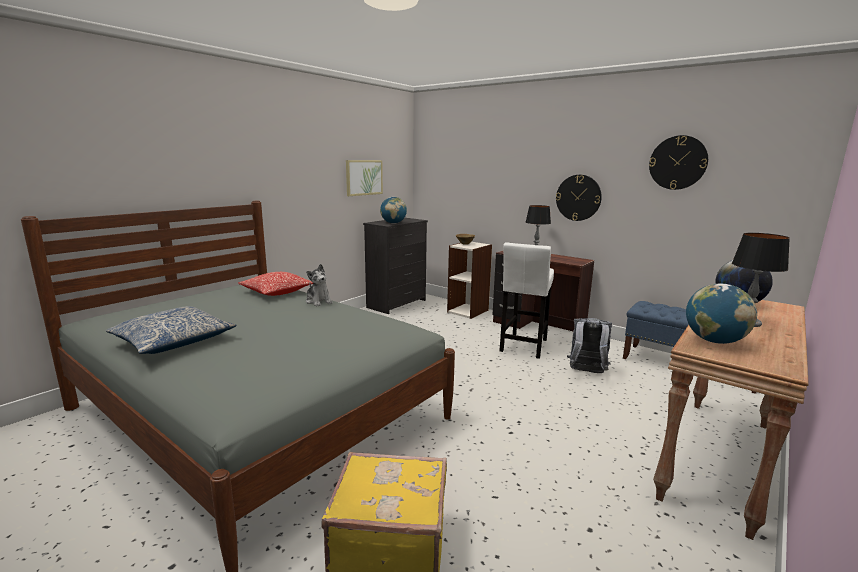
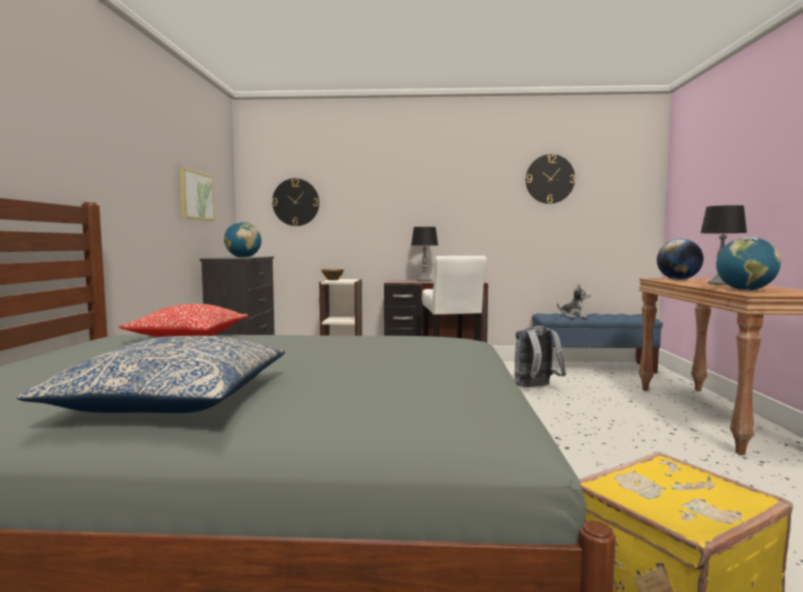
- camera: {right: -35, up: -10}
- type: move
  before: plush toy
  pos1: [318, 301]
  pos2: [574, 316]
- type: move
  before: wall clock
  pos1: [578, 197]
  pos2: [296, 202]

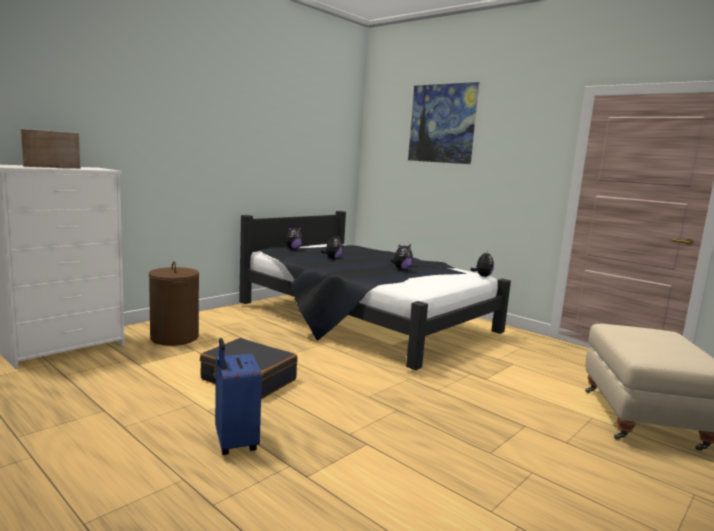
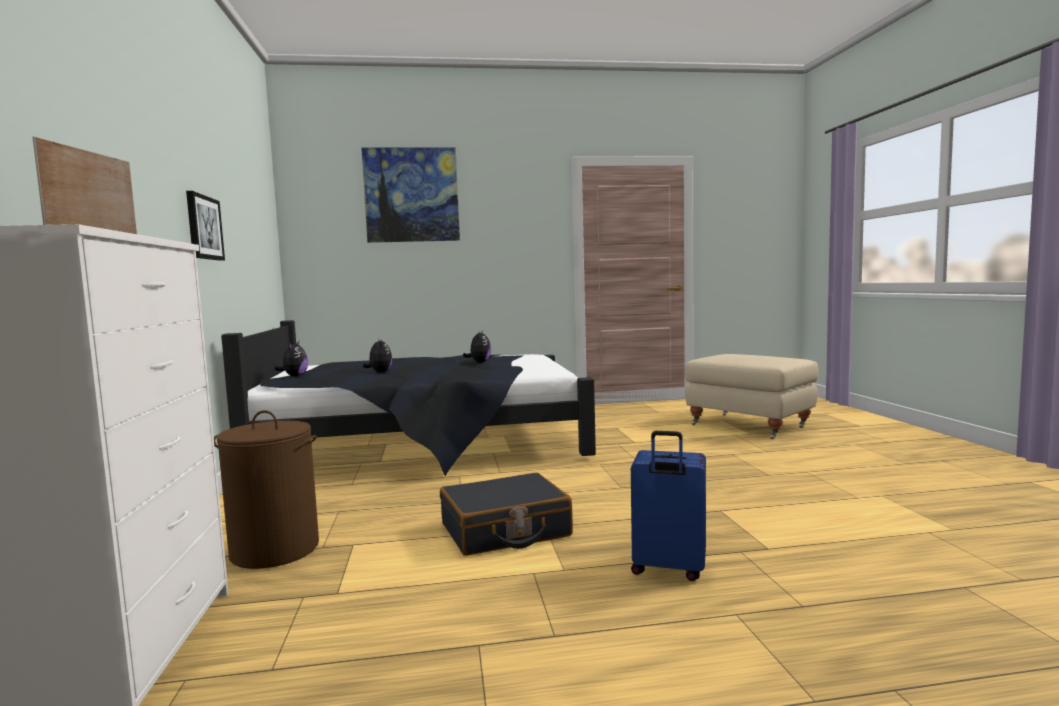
- camera: {right: -50, up: -5}
- type: delete
  before: plush toy
  pos1: [482, 276]
- type: insert
  after: picture
  pos2: [203, 227]

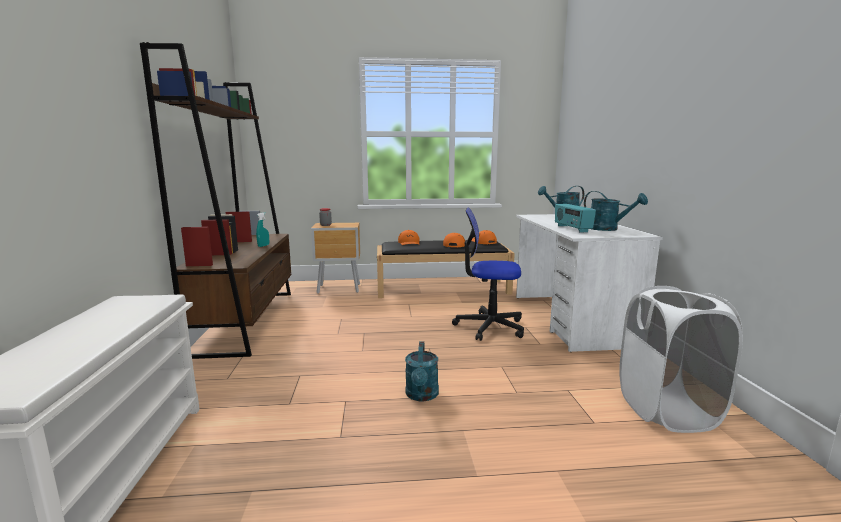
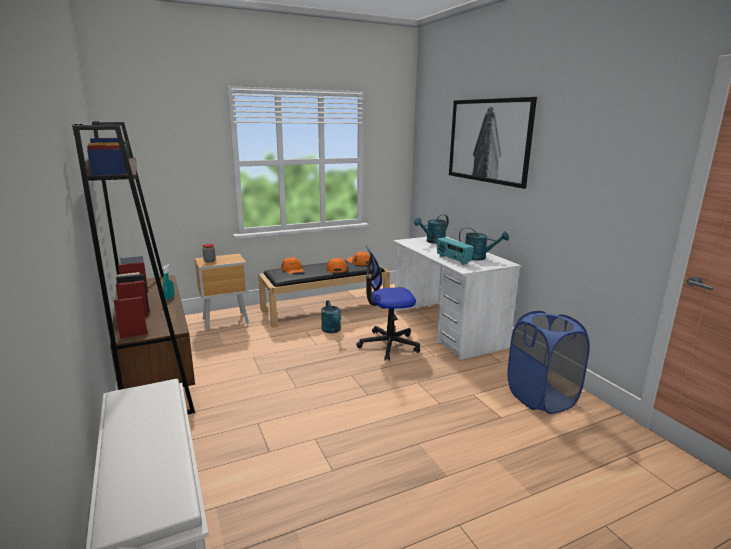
- camera: {right: -20, up: 5}
- type: insert
  after: picture
  pos2: [489, 141]
- type: move
  before: watering can (turquoise)
  pos1: [422, 396]
  pos2: [332, 330]
- type: recolor
  before: laundry basket (white)
  after: laundry basket (blue)
  pos1: [667, 410]
  pos2: [541, 398]

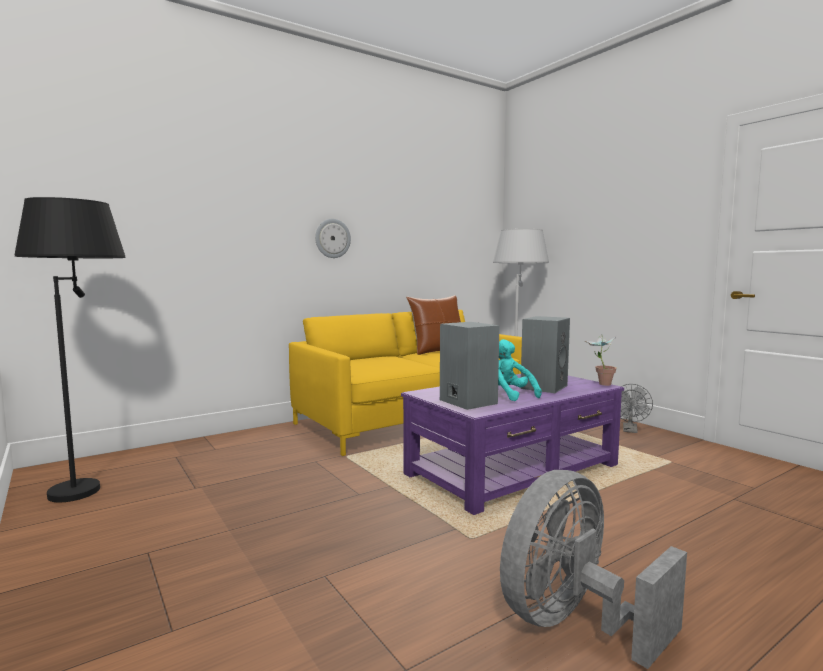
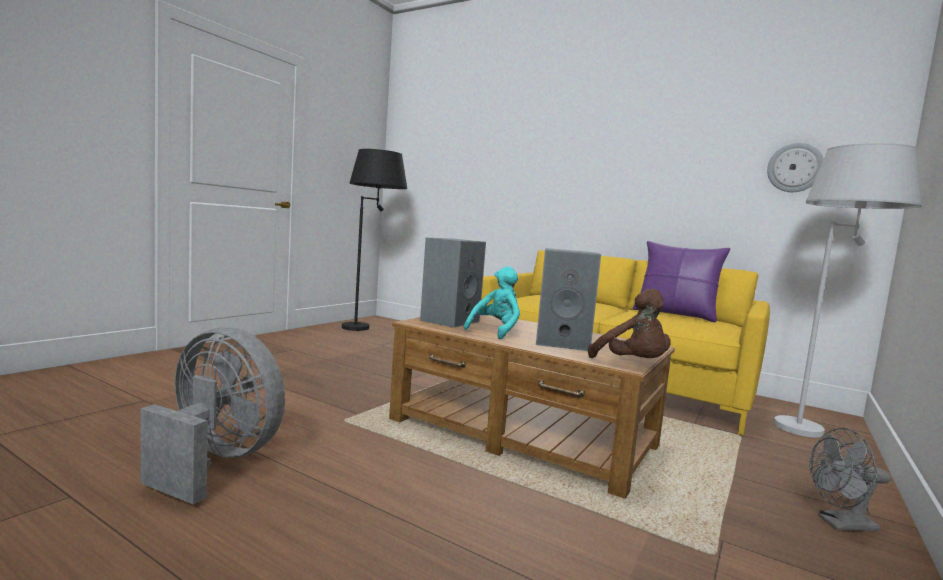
- camera: {right: 65, up: 0}
- type: move
  before: wall clock
  pos1: [332, 238]
  pos2: [795, 168]
- type: replace
  before: potted plant
  after: plush toy (brown)
  pos1: [600, 384]
  pos2: [633, 365]
- type: recolor
  before: coffee table (purple)
  after: coffee table (brown)
  pos1: [514, 470]
  pos2: [522, 434]
- type: recolor
  before: pillow (brown)
  after: pillow (purple)
  pos1: [437, 351]
  pos2: [675, 314]

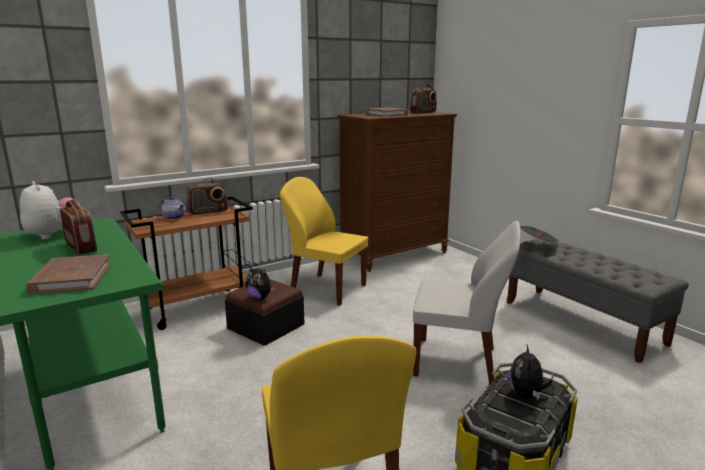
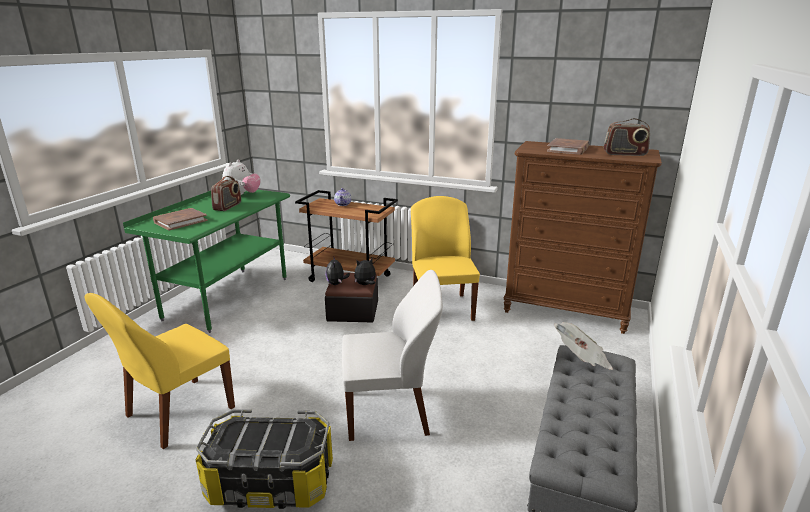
- camera: {right: 55, up: 5}
- type: delete
  before: radio
  pos1: [208, 212]
- type: move
  before: plush toy
  pos1: [526, 395]
  pos2: [365, 285]
- type: rotate
  before: chair (white)
  pos1: [458, 362]
  pos2: [390, 413]
  turn: -75

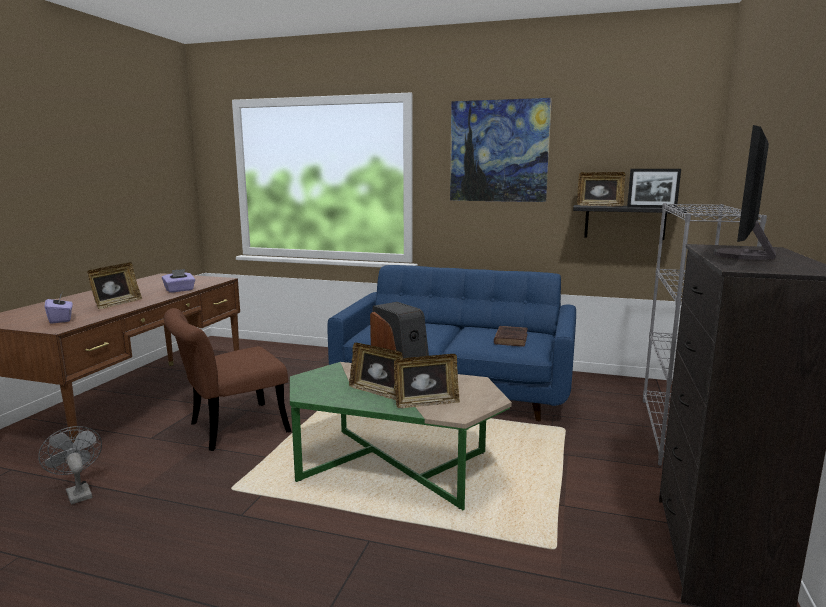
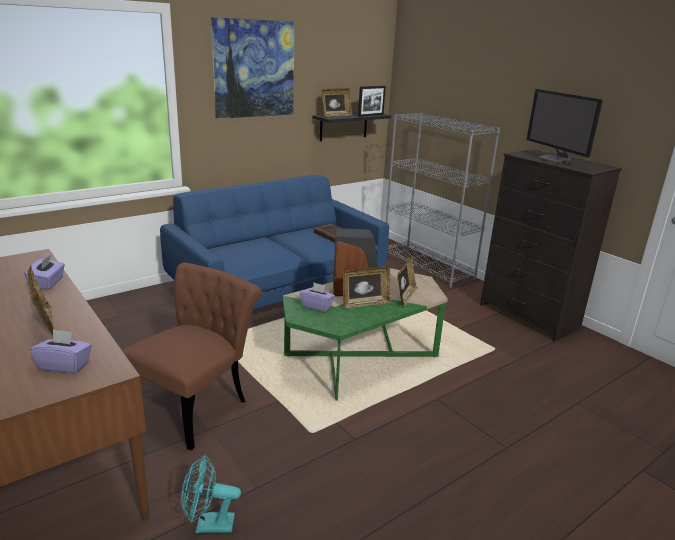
- camera: {right: -55, up: 10}
- type: insert
  after: tissue box (purple)
  pos2: [317, 306]
- type: recolor
  before: fan (grey)
  after: fan (turquoise)
  pos1: [77, 492]
  pos2: [208, 525]
- type: rotate
  before: chair (brown)
  pos1: [230, 429]
  pos2: [197, 404]
  turn: -150

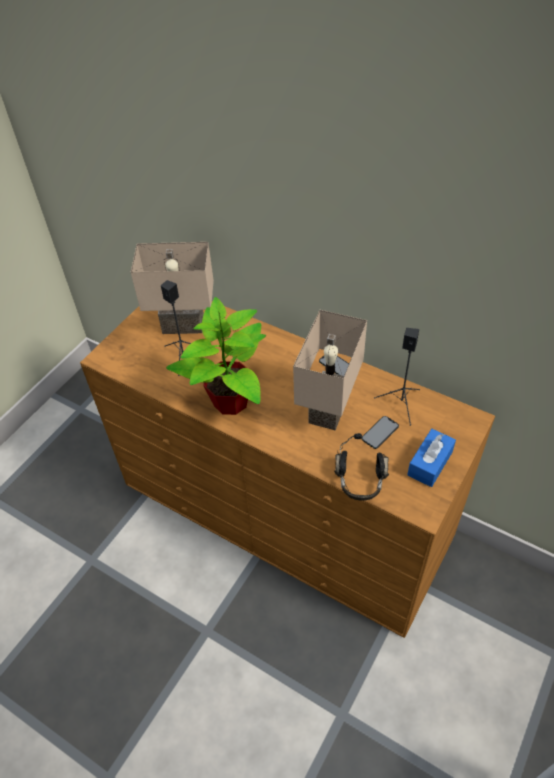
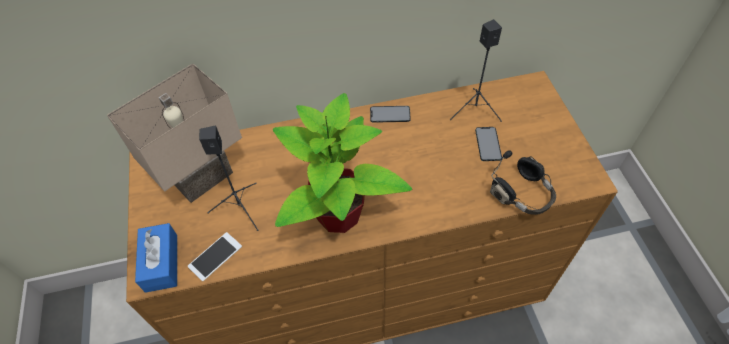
- camera: {right: -45, up: 5}
- type: delete
  before: table lamp (beige)
  pos1: [330, 411]
- type: insert
  after: phone
  pos2: [215, 256]
- type: move
  before: tissue box (blue)
  pos1: [430, 463]
  pos2: [161, 263]

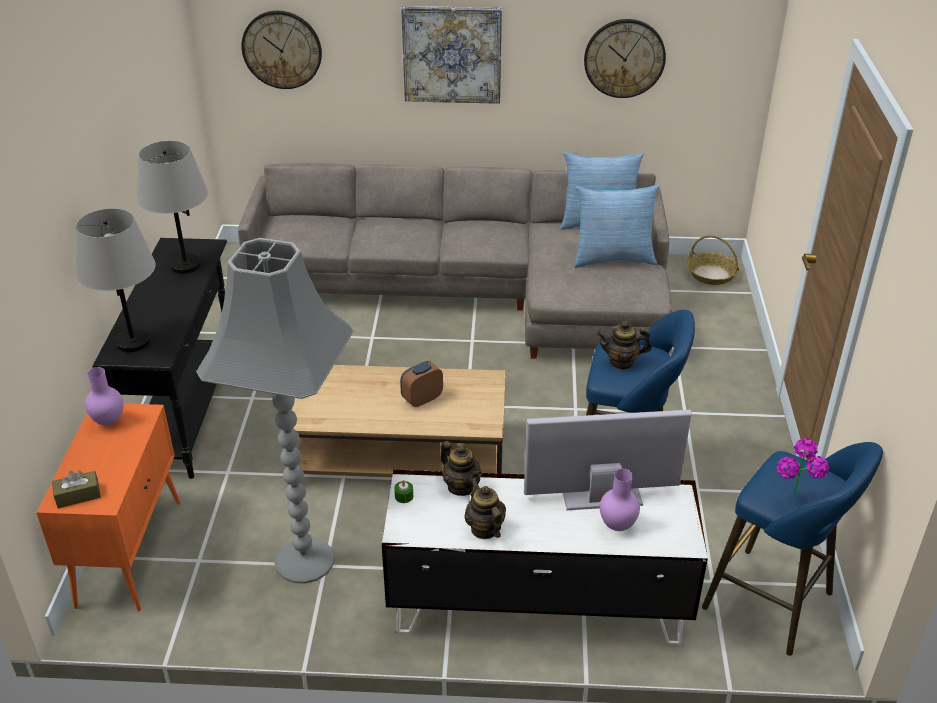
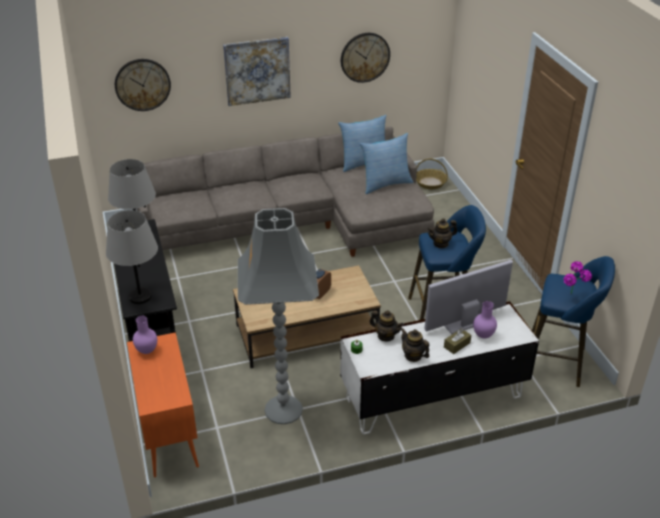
- camera: {right: -20, up: 0}
- type: move
  before: tissue box (brown)
  pos1: [78, 496]
  pos2: [457, 345]

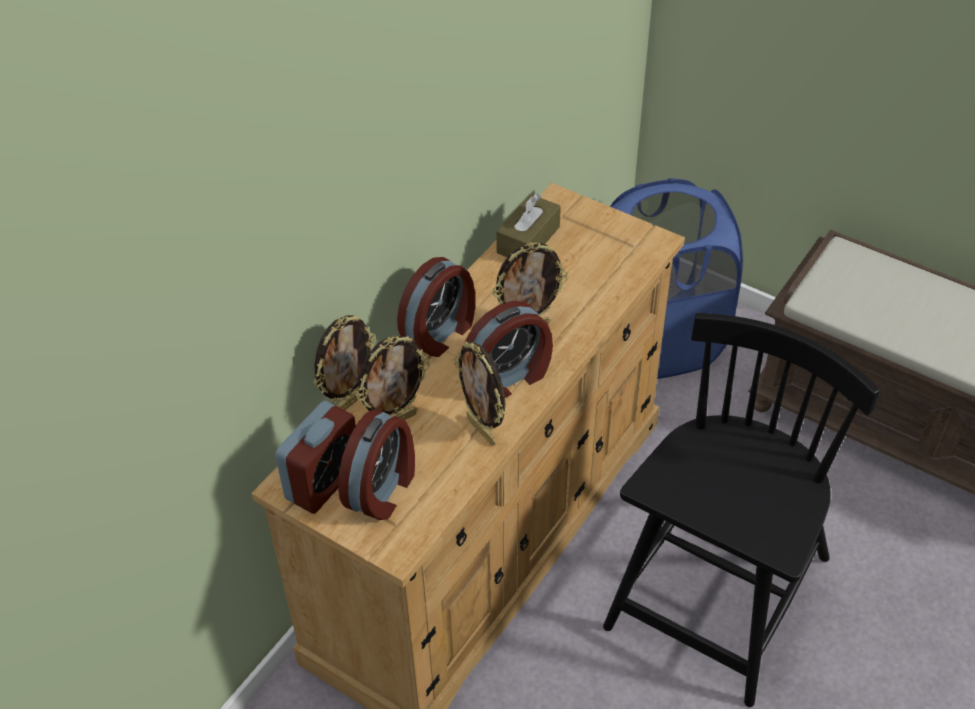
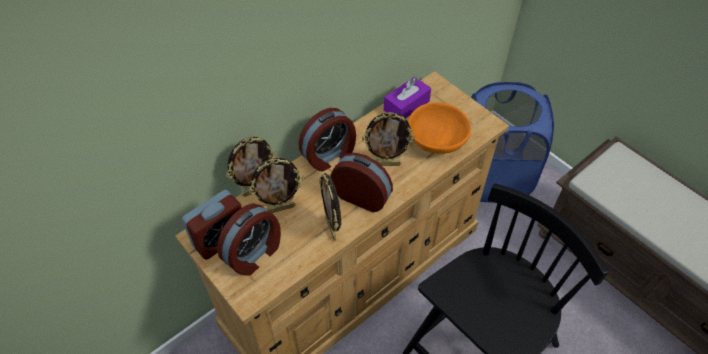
- camera: {right: 15, up: 5}
- type: insert
  after: bowl (orange)
  pos2: [437, 141]
- type: recolor
  before: tissue box (brown)
  after: tissue box (purple)
  pos1: [528, 240]
  pos2: [406, 106]
- type: rotate
  before: alarm clock
  pos1: [509, 377]
  pos2: [362, 196]
  turn: -135

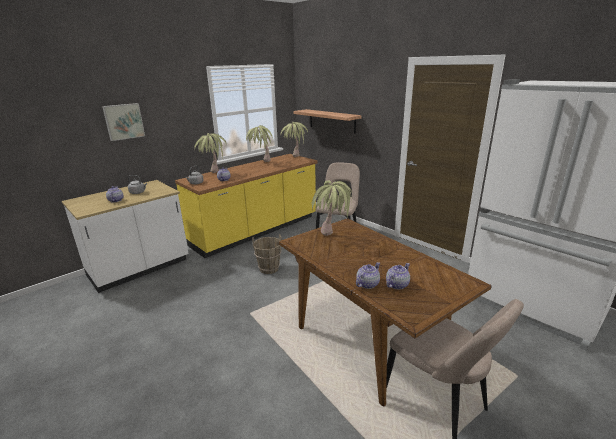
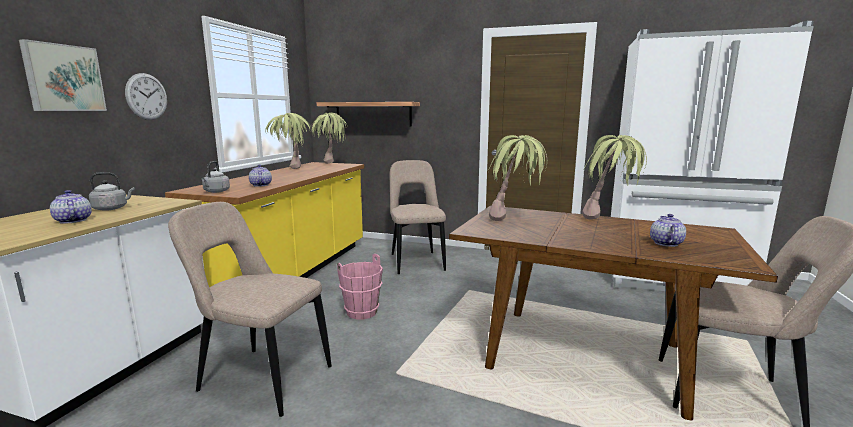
- camera: {right: -30, up: -10}
- type: delete
  before: teapot
  pos1: [367, 284]
- type: insert
  after: wall clock
  pos2: [146, 96]
- type: insert
  after: chair (beige)
  pos2: [261, 378]
- type: move
  before: potted plant
  pos1: [214, 175]
  pos2: [609, 222]
- type: recolor
  before: bucket (brown)
  after: bucket (pink)
  pos1: [269, 269]
  pos2: [362, 312]

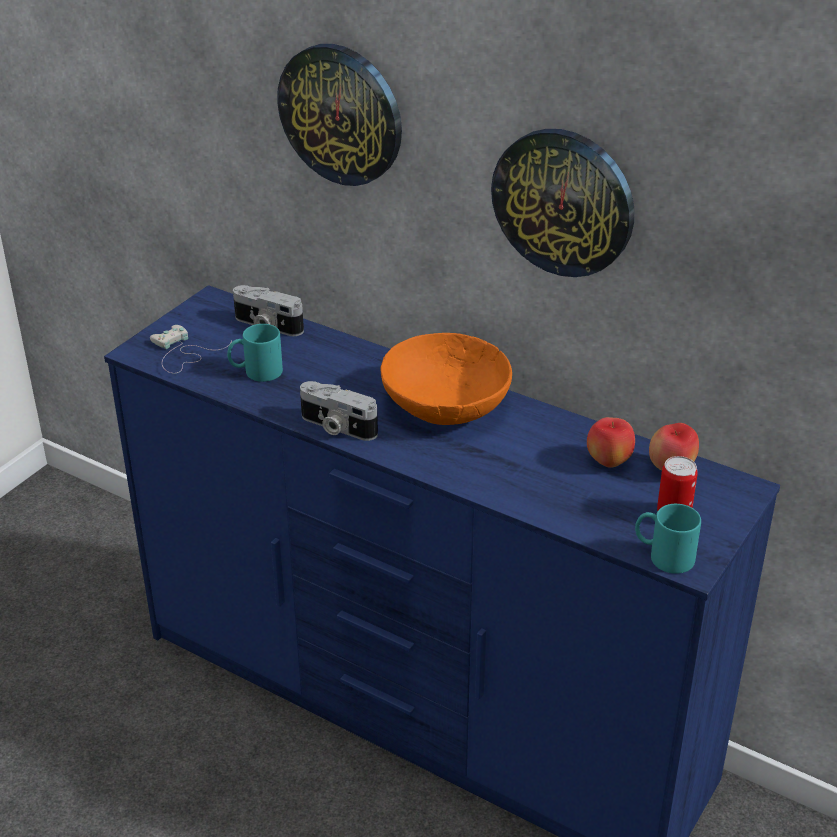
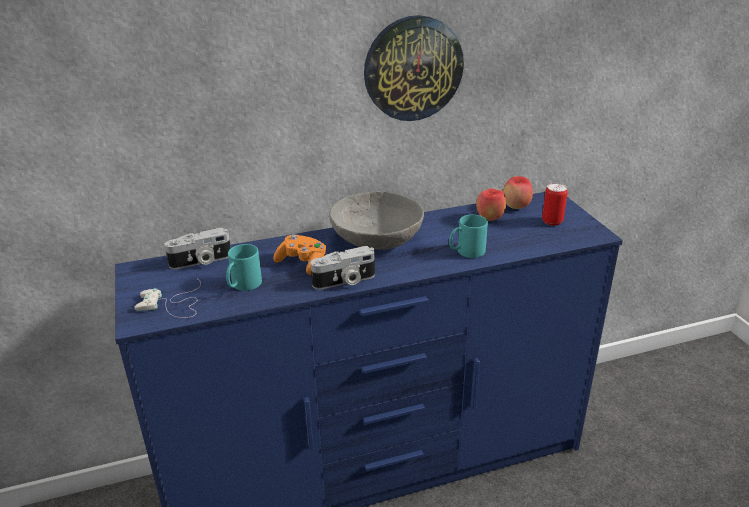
- camera: {right: -50, up: -5}
- type: delete
  before: wall clock
  pos1: [341, 114]
- type: insert
  after: game controller (orange)
  pos2: [302, 263]
- type: move
  before: mug (turquoise)
  pos1: [663, 556]
  pos2: [466, 252]
- type: recolor
  before: bowl (orange)
  after: bowl (grey)
  pos1: [446, 405]
  pos2: [376, 240]

